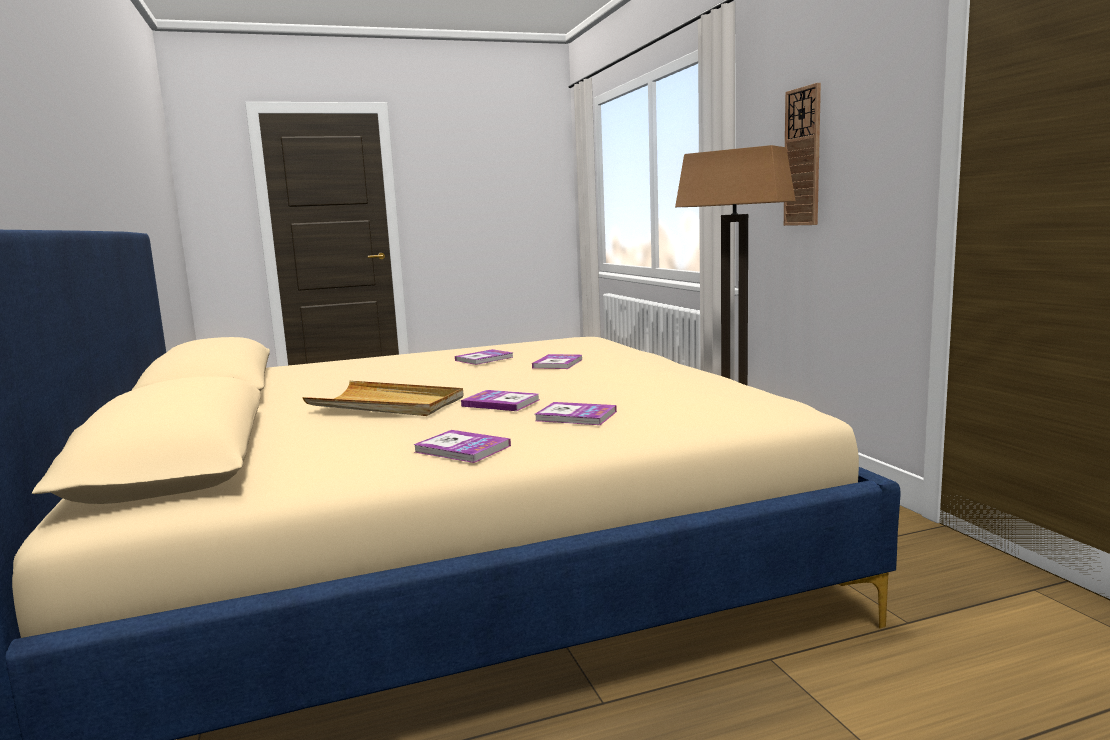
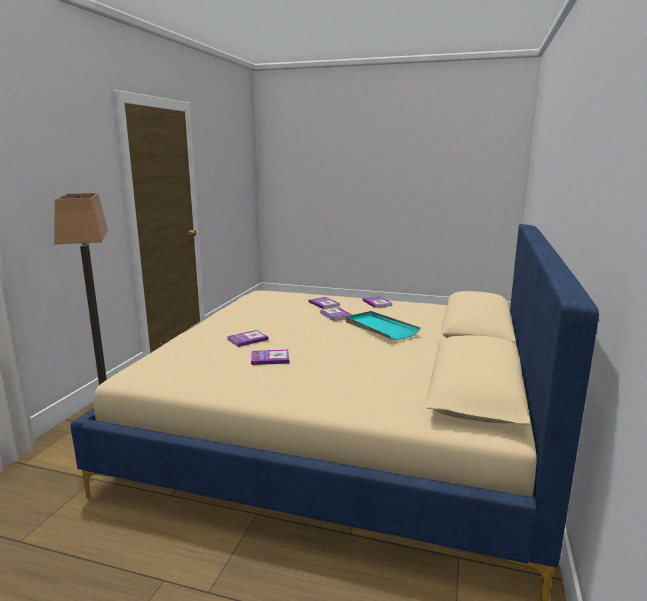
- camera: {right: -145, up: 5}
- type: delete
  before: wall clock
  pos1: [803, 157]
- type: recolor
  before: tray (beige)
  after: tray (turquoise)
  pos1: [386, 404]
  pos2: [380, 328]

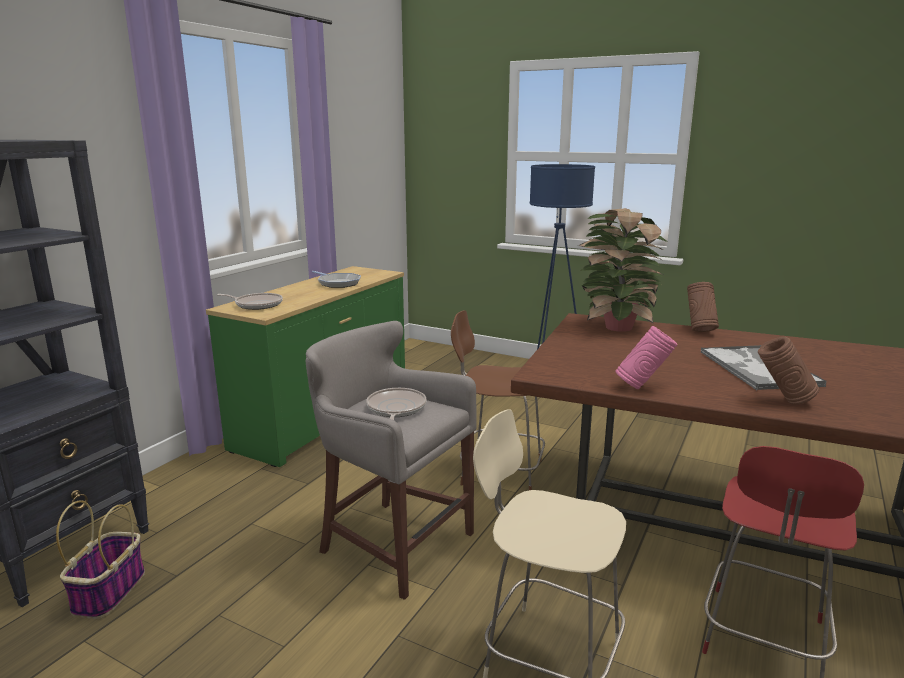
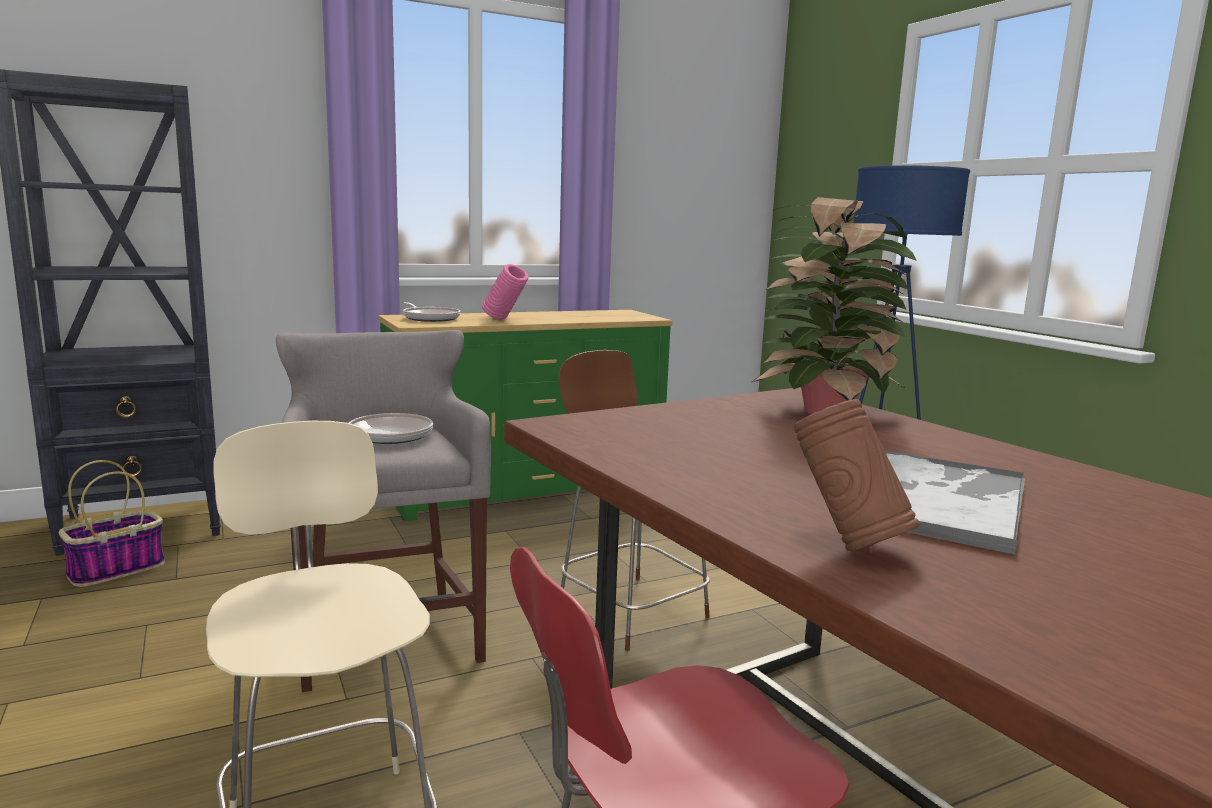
- camera: {right: 35, up: -5}
- type: delete
  before: frying pan
  pos1: [338, 283]
- type: delete
  before: vase (brown)
  pos1: [699, 330]
- type: move
  before: vase (pink)
  pos1: [642, 387]
  pos2: [505, 319]

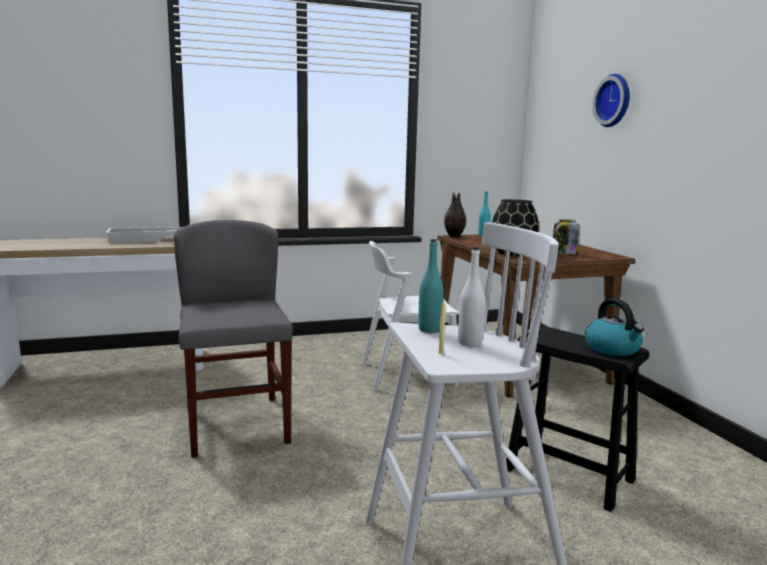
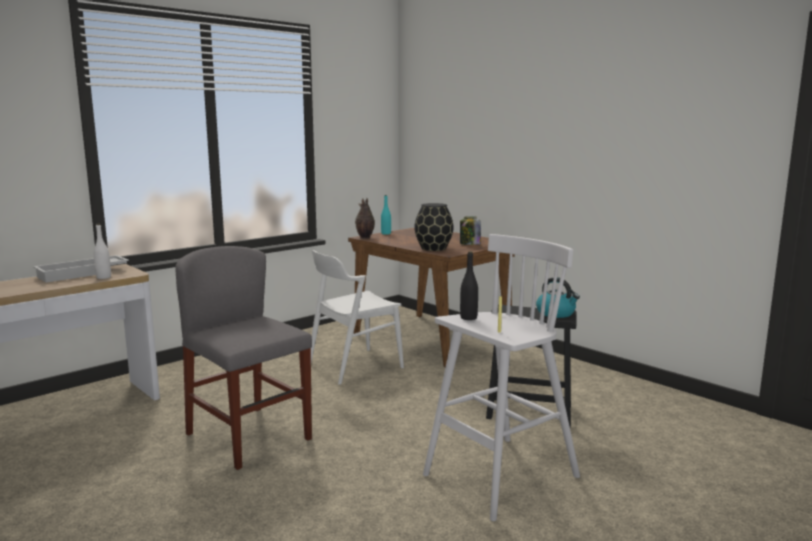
- camera: {right: -25, up: 0}
- type: delete
  before: wall clock
  pos1: [615, 101]
- type: move
  before: bottle (white)
  pos1: [470, 343]
  pos2: [104, 277]
- type: recolor
  before: bottle (turquoise)
  after: bottle (black)
  pos1: [429, 330]
  pos2: [468, 318]

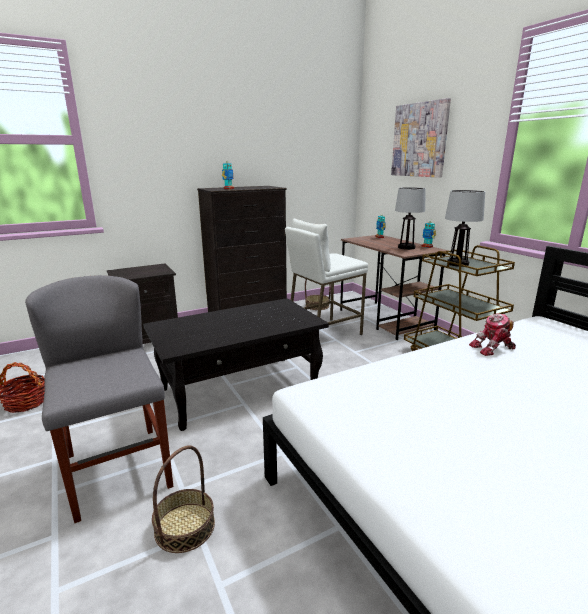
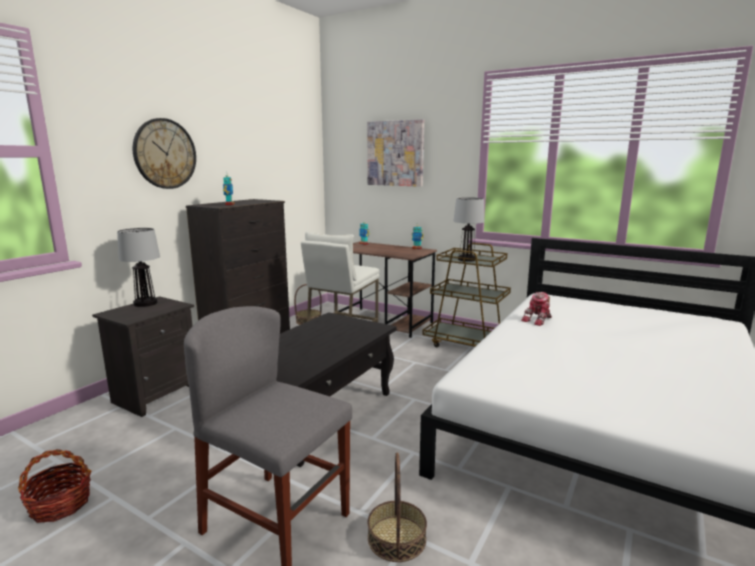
- camera: {right: -30, up: -5}
- type: insert
  after: wall clock
  pos2: [165, 154]
- type: move
  before: table lamp
  pos1: [406, 247]
  pos2: [145, 303]

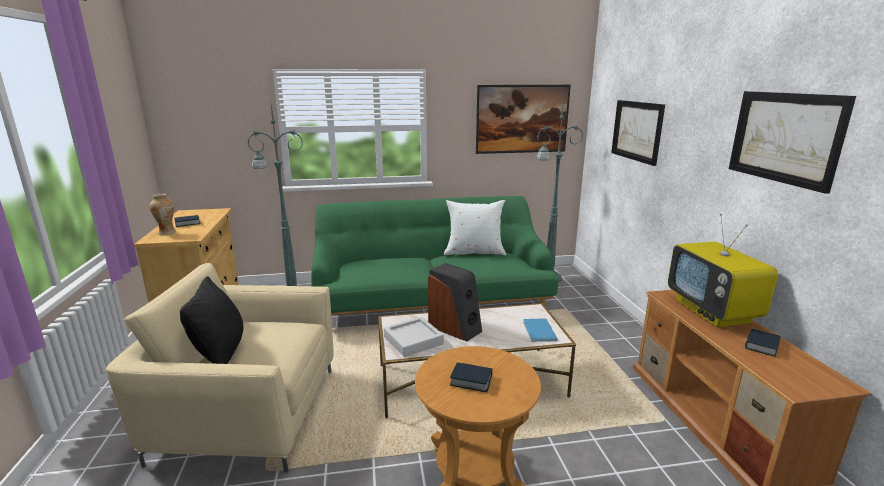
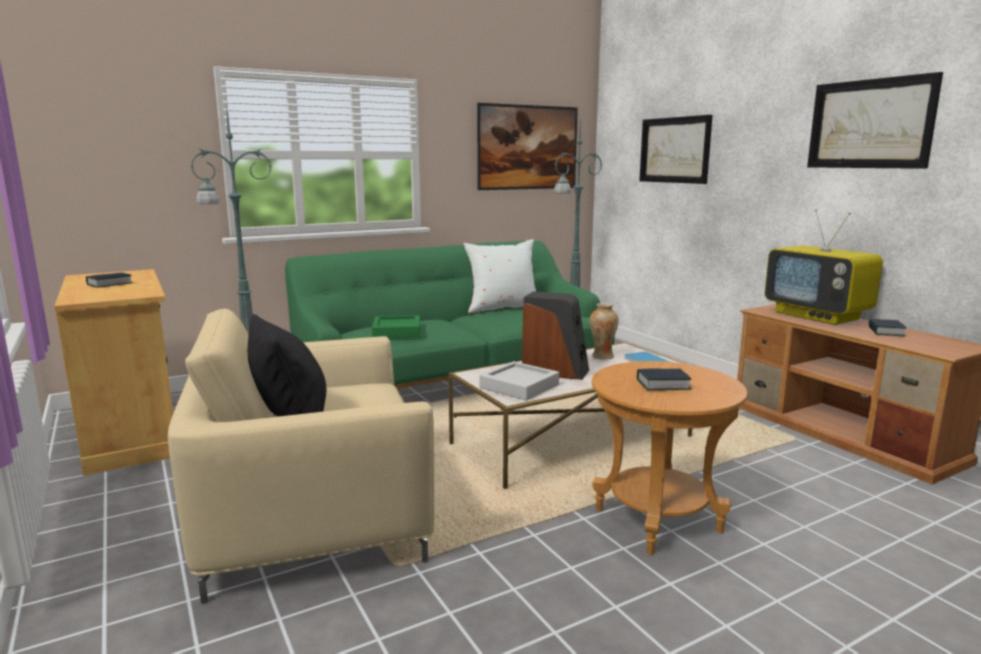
- camera: {right: -20, up: -5}
- type: insert
  after: tray (green)
  pos2: [397, 331]
- type: move
  before: vase
  pos1: [167, 233]
  pos2: [602, 356]

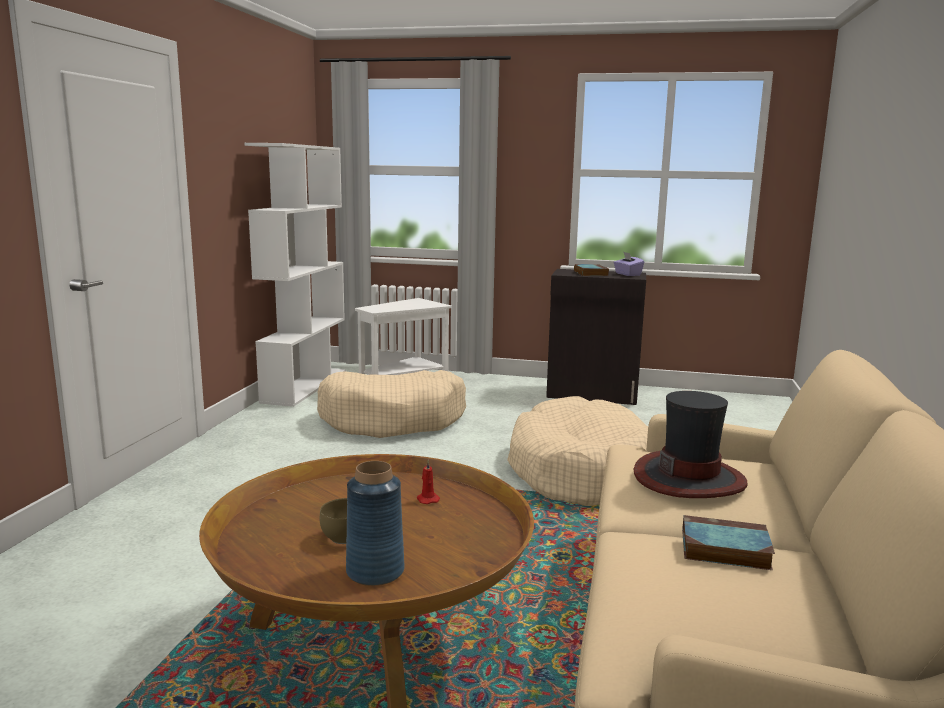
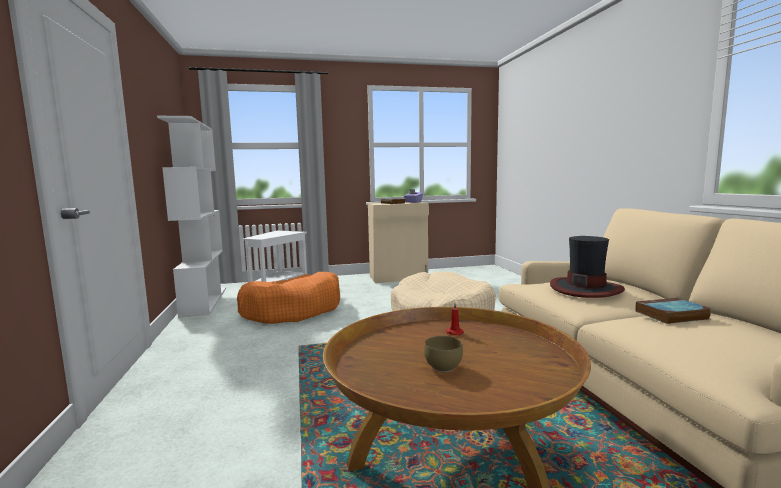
- camera: {right: -25, up: -5}
- type: delete
  before: vase (blue)
  pos1: [375, 571]
- type: recolor
  before: dog bed (beige)
  after: dog bed (orange)
  pos1: [393, 420]
  pos2: [293, 310]
- type: recolor
  before: cabinet (black)
  after: cabinet (beige)
  pos1: [593, 395]
  pos2: [399, 278]

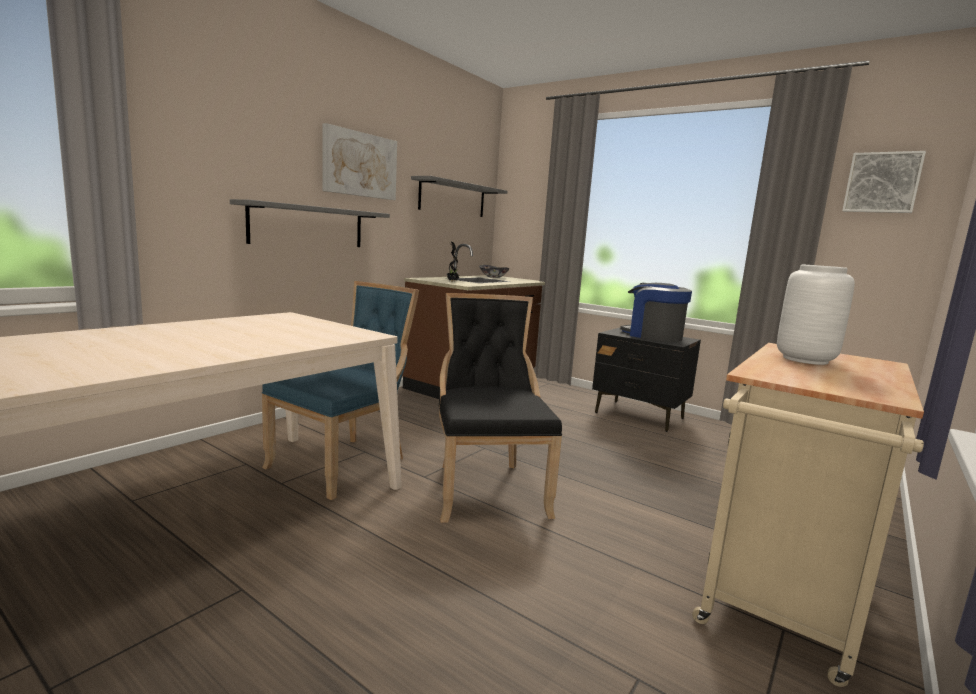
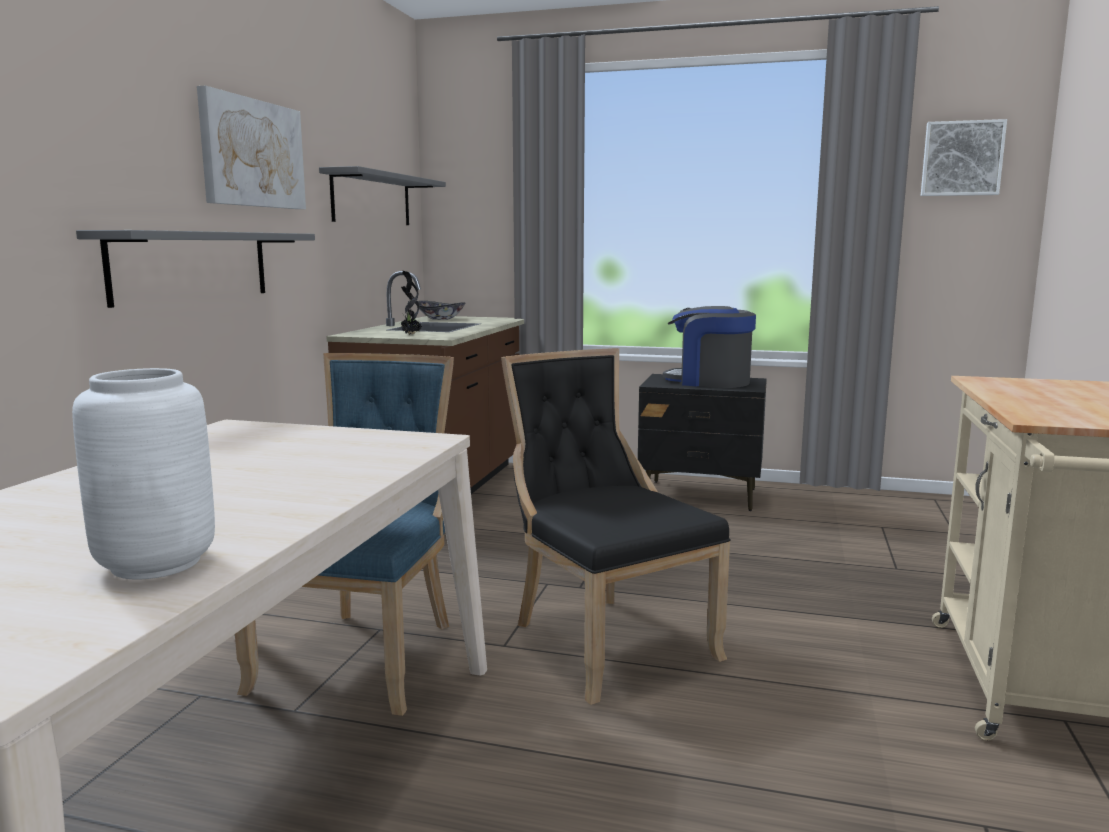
- camera: {right: -20, up: 0}
- type: move
  before: vase (white)
  pos1: [806, 360]
  pos2: [159, 563]

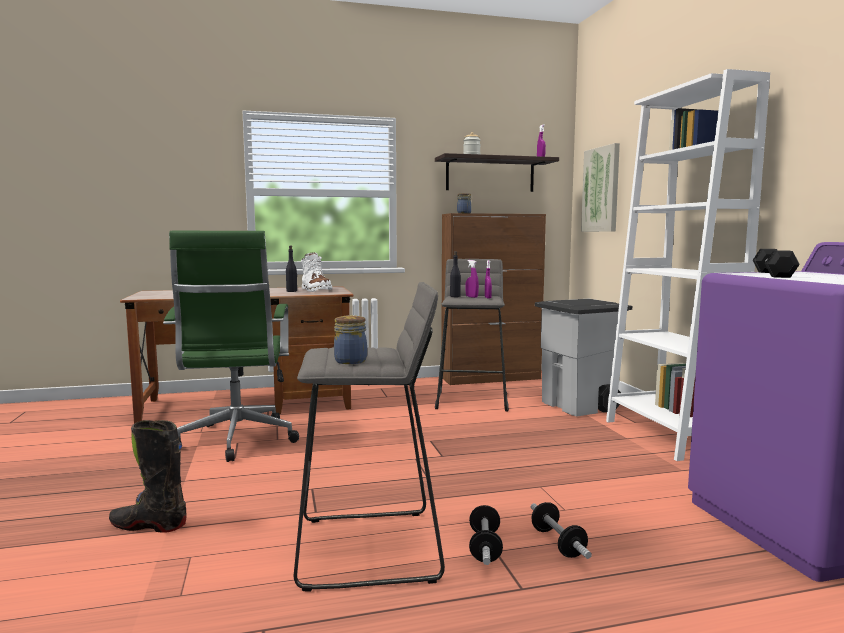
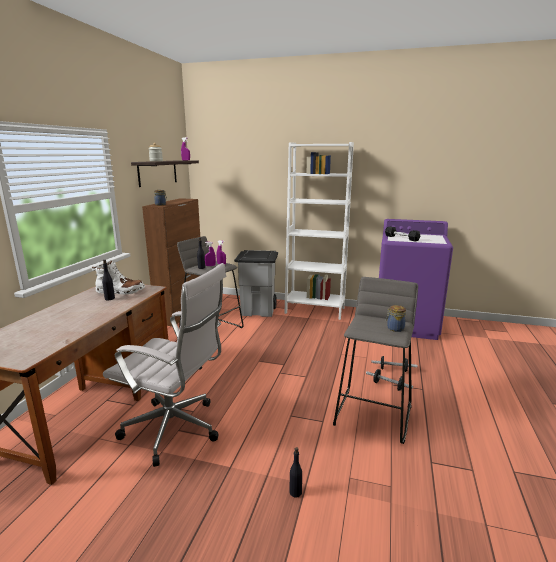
- camera: {right: -60, up: 10}
- type: delete
  before: picture
  pos1: [601, 189]
- type: replace
  before: boot (black)
  after: bottle (black)
  pos1: [149, 525]
  pos2: [295, 492]
- type: recolor
  before: office chair (green)
  after: office chair (white)
  pos1: [236, 441]
  pos2: [176, 430]

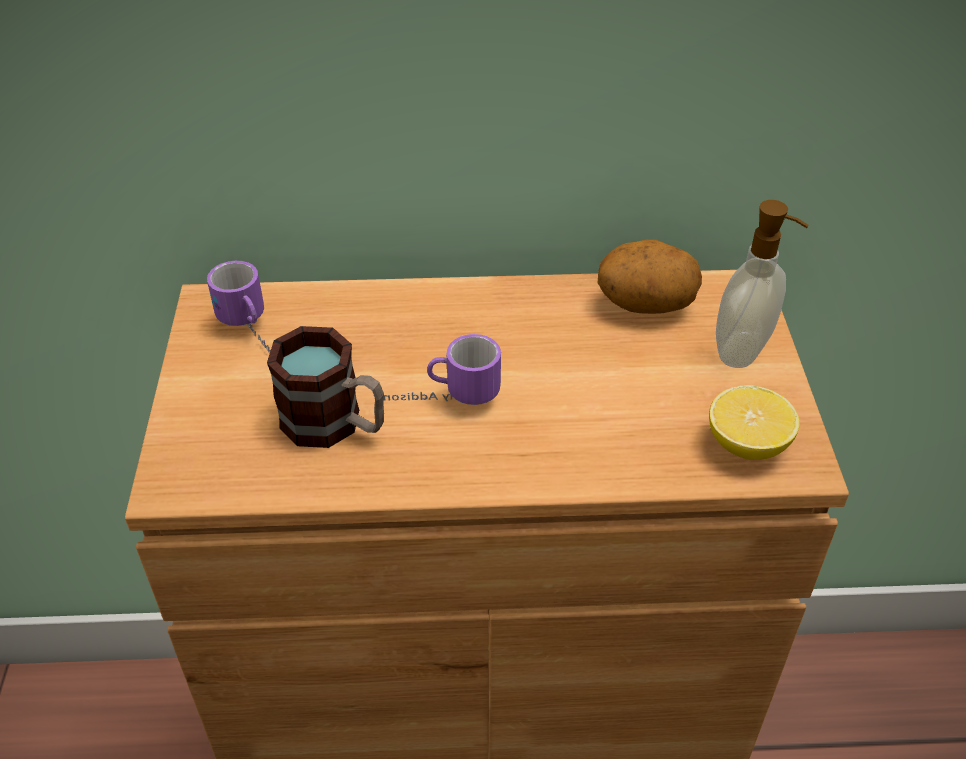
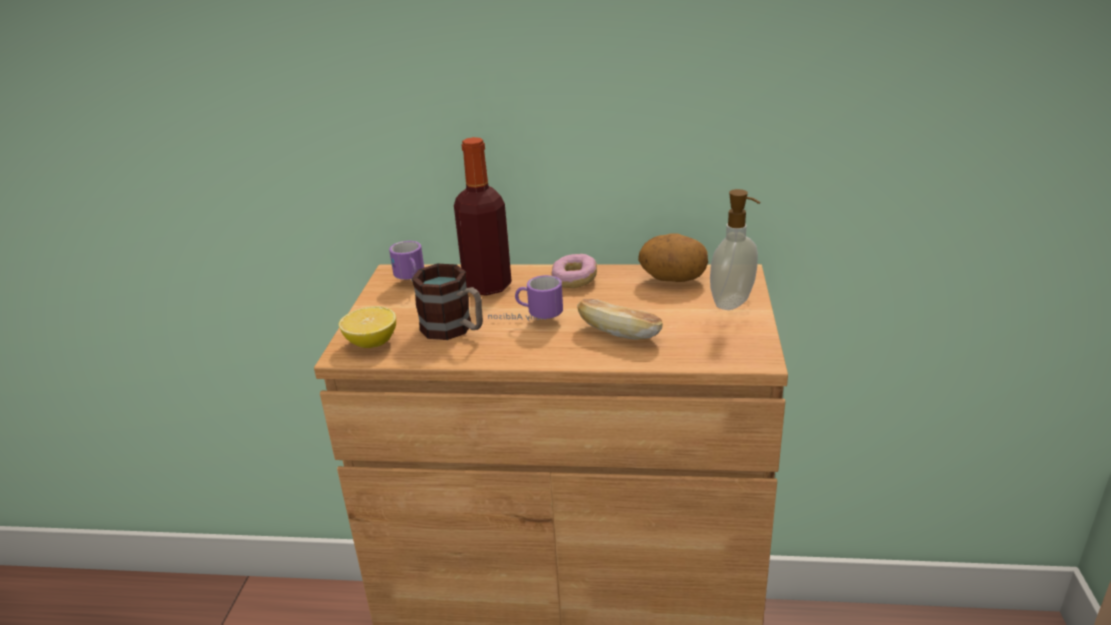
- camera: {right: 10, up: -15}
- type: insert
  after: bottle
  pos2: [487, 286]
- type: insert
  after: donut
  pos2: [574, 280]
- type: insert
  after: bread
  pos2: [619, 333]
- type: move
  before: lemon
  pos1: [746, 444]
  pos2: [371, 343]

